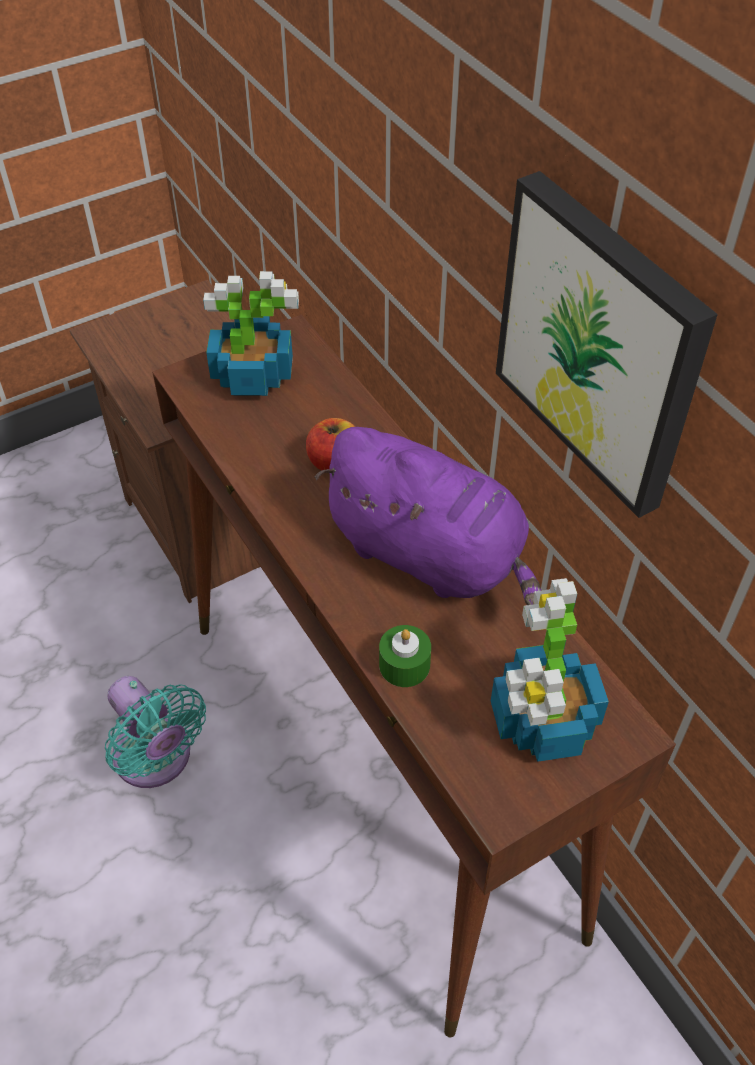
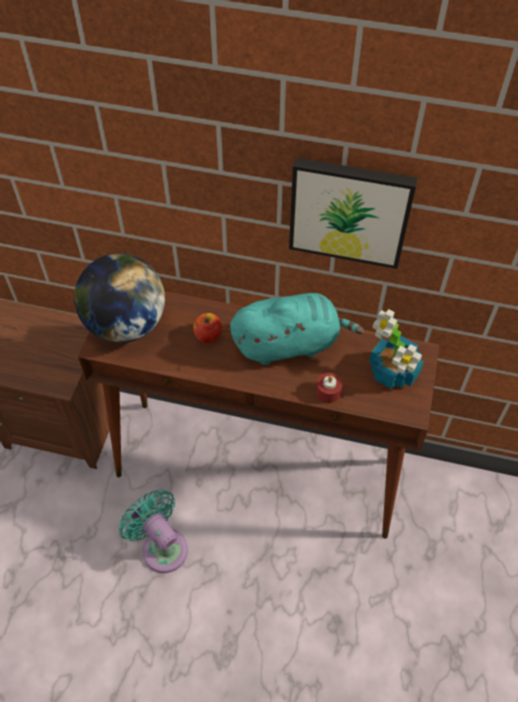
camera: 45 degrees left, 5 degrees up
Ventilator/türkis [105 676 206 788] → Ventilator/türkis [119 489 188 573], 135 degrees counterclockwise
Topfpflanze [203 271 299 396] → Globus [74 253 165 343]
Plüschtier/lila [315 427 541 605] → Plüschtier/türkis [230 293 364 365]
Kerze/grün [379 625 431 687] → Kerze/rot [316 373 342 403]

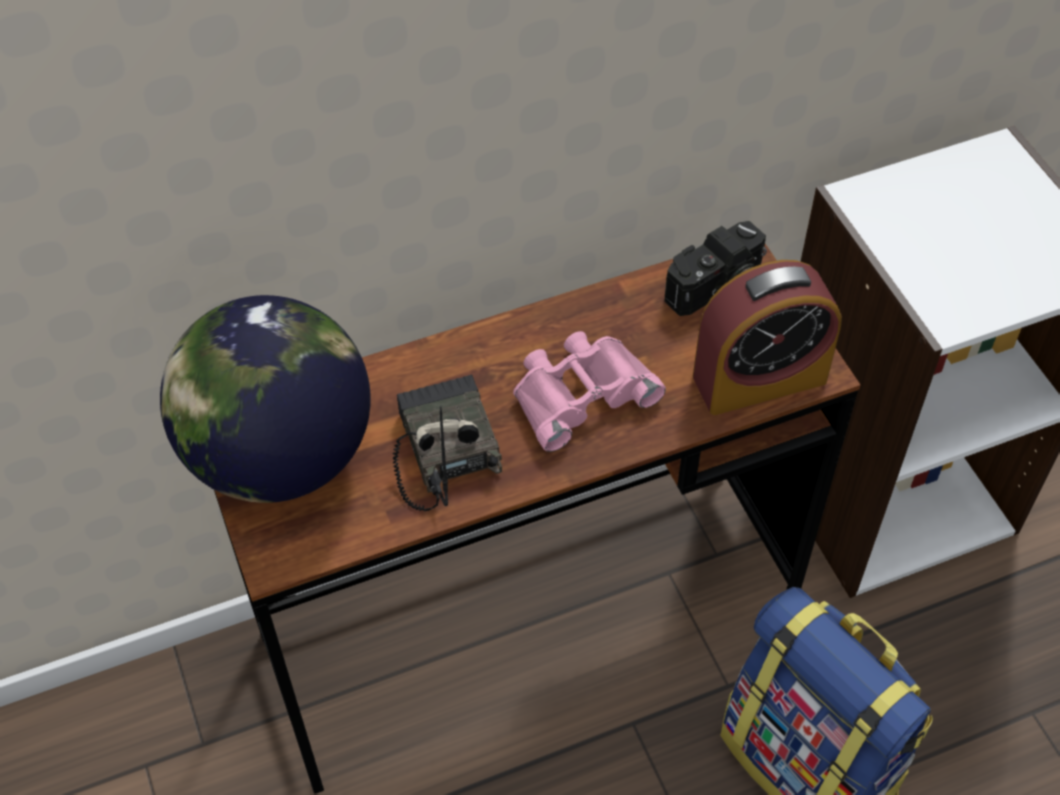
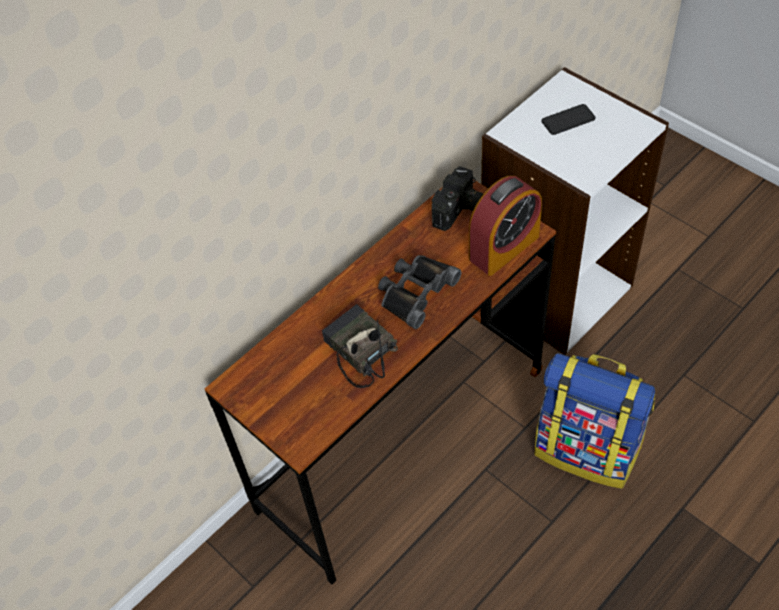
camera: 20 degrees left, 0 degrees up
Globus [160 295 371 503] → -
Fernglas/rosa [513 331 666 452] → Fernglas/schwarz [378 255 461 329]
- → Handy [542 104 595 135]

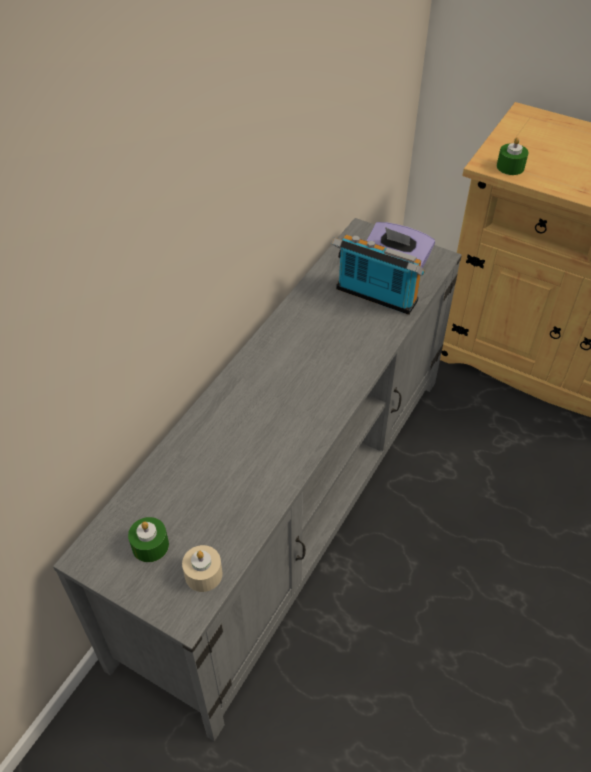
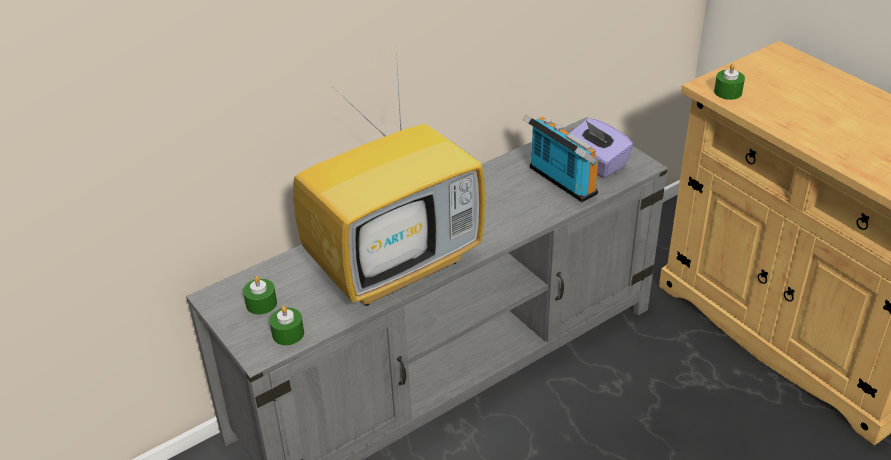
camera: 25 degrees right, 10 degrees down
Kerze/beige [182 545 223 592] → Kerze/grün [270 305 304 345]
- → Fernseher [293 50 485 306]

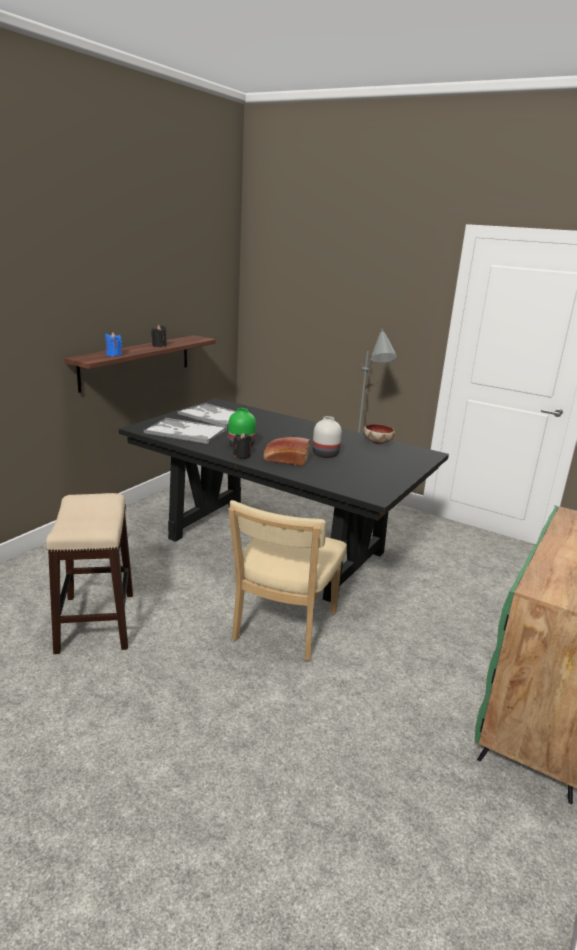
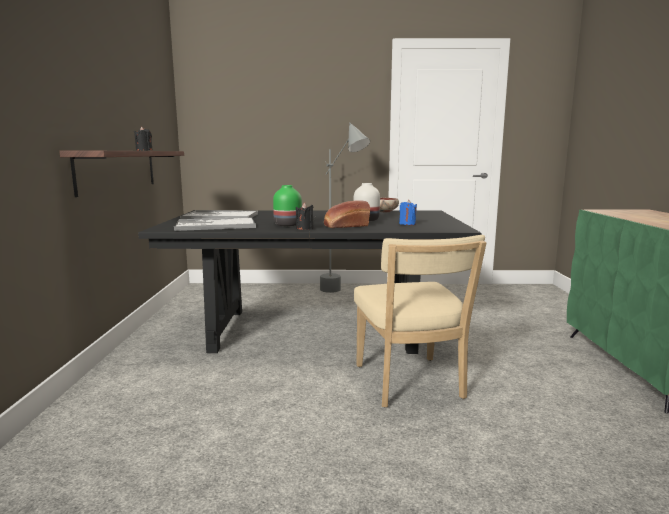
camera: 30 degrees left, 10 degrees down
Hocker [46 493 133 654] → -
Kerze/blau [105 332 122 357] → Kerze/blau [399 200 417 225], relocated

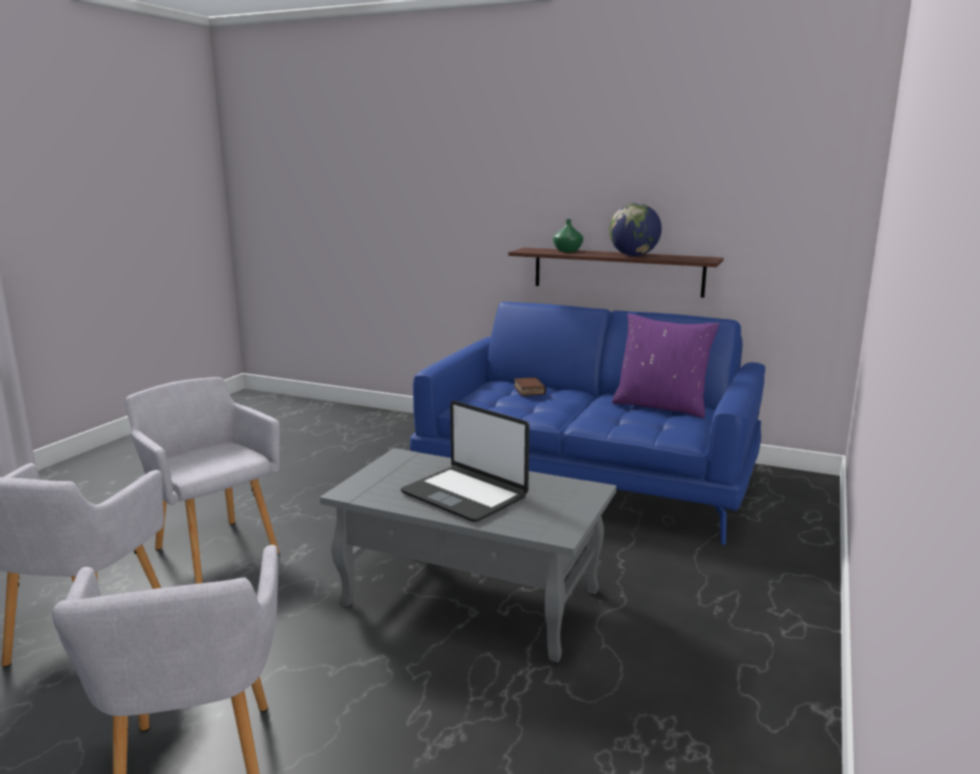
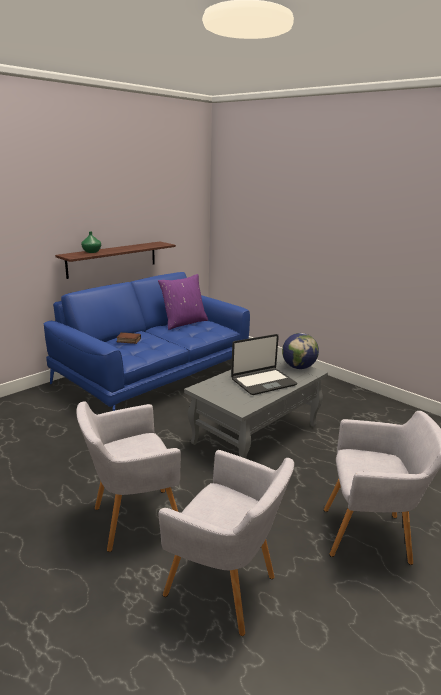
camera: 70 degrees left, 5 degrees up
Globus [609 203 662 256] → Globus [282 333 319 369], relocated

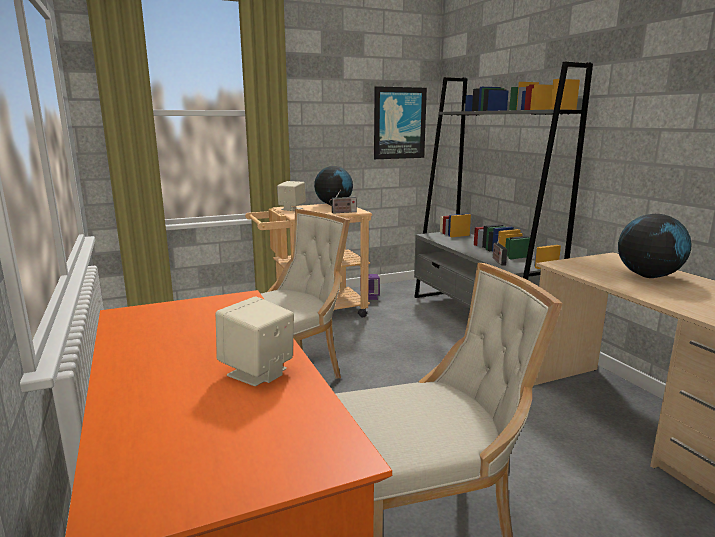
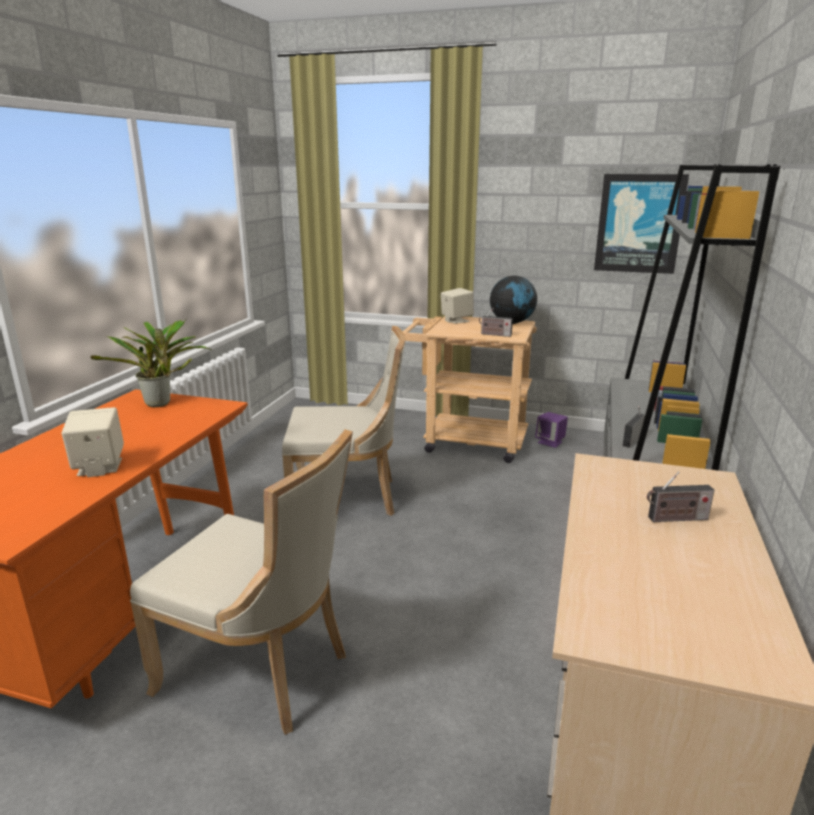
camera: 40 degrees right, 5 degrees up
Globus [618 214 692 278] → Radio [647 471 714 522]
- → Topfpflanze [90 319 211 407]

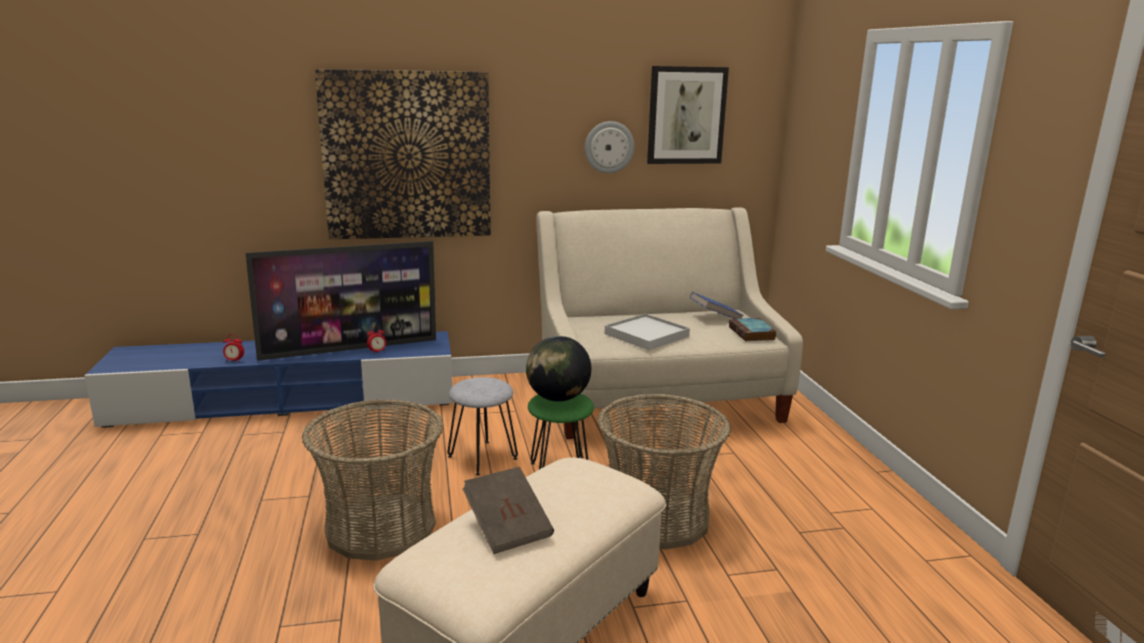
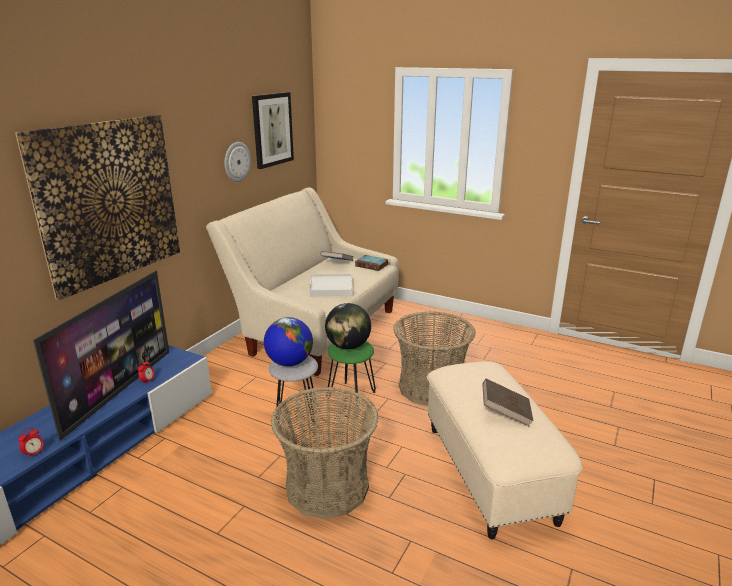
camera: 50 degrees left, 5 degrees up
- → Globus [264 317 313 366]

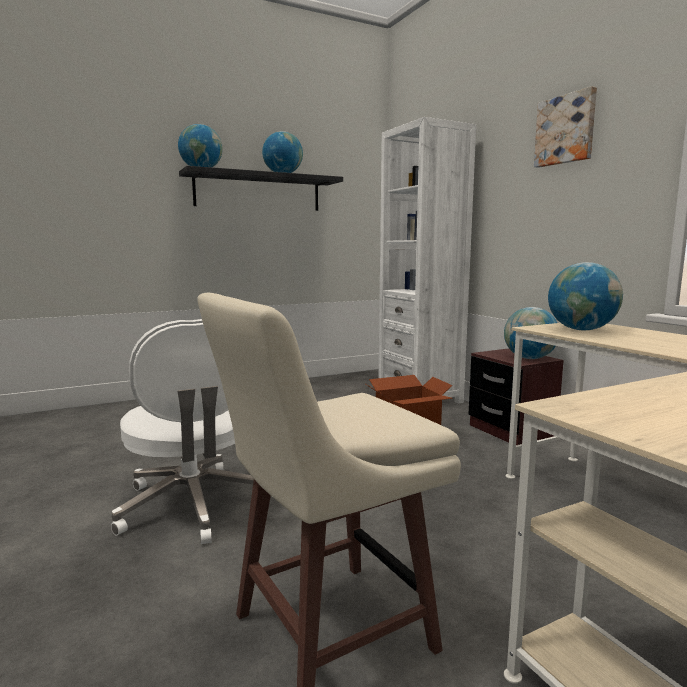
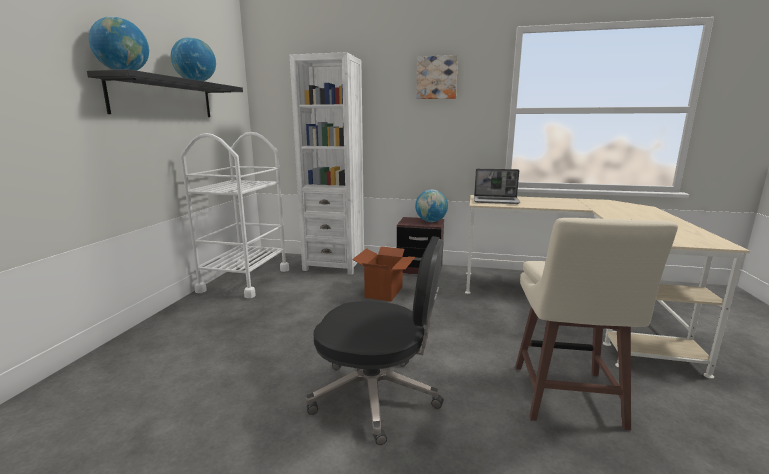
camera: 50 degrees left, 5 degrees up
Bürostuhl/weiß [111 319 254 544] → Bürostuhl/schwarz [306 236 444 445]
Globus [548 262 623 330] → Laptop [474 169 520 204]
- → Rollwagen/weiß [181 132 289 298]

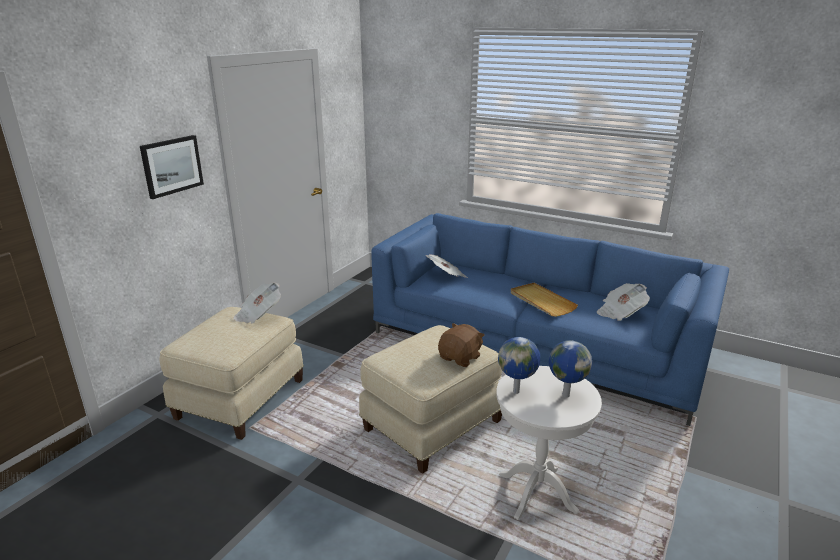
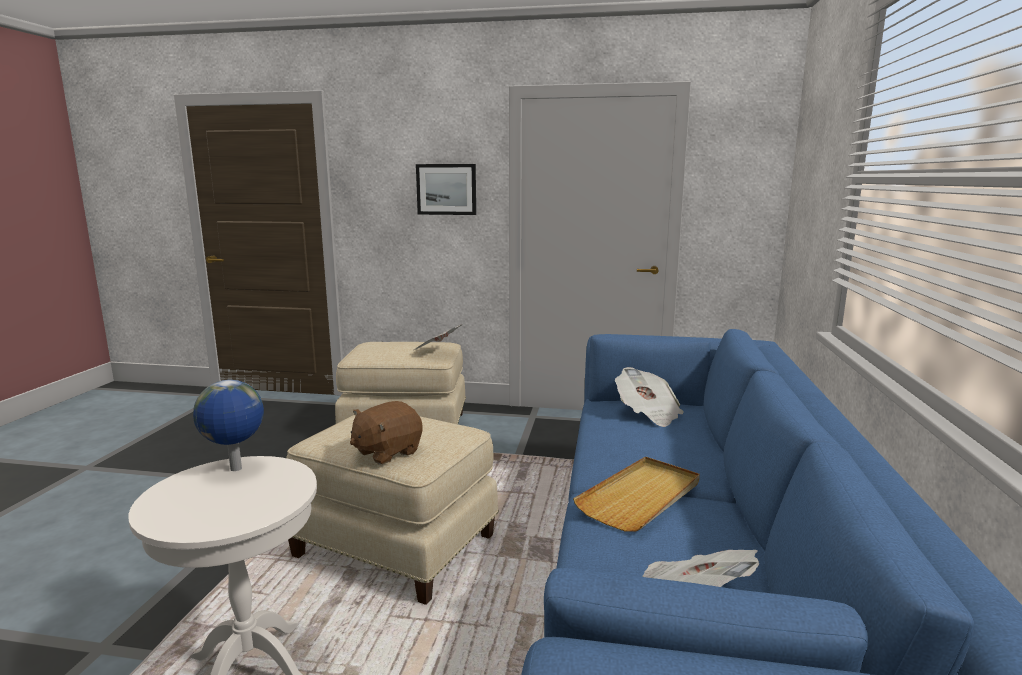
camera: 70 degrees right, 10 degrees down
Plüschtier/braun [438 323 485 367] → Plüschtier/braun [350 401 422 464], 120 degrees clockwise
Globus [549 340 592 398] → -

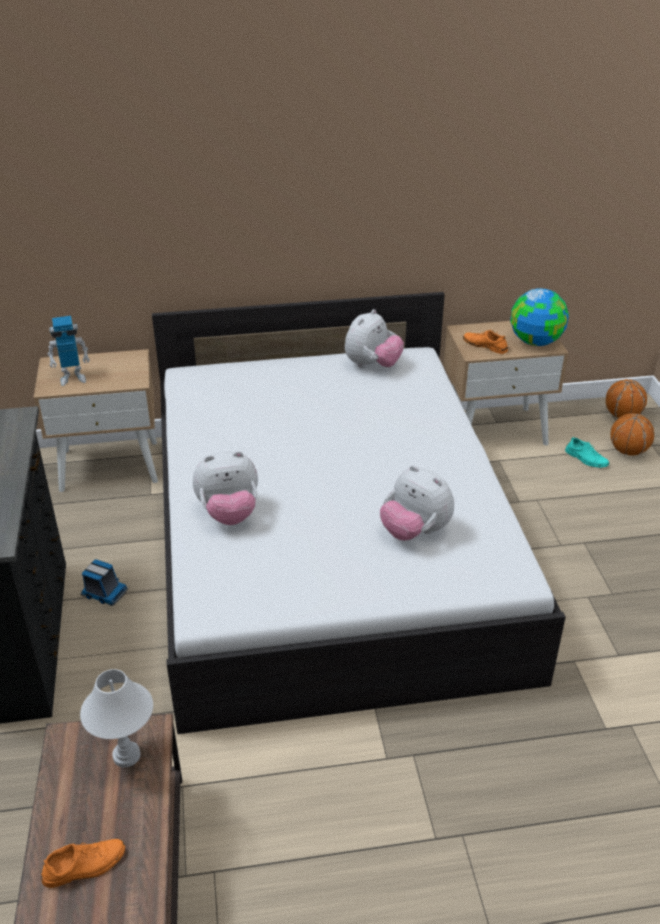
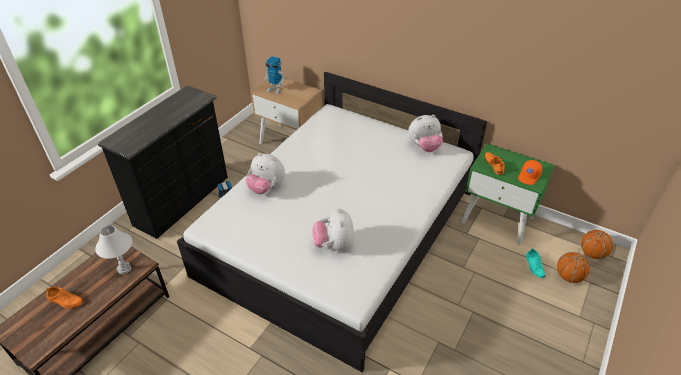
camera: 40 degrees right, 5 degrees up
Nachttisch/beige [443 321 568 446] → Nachttisch/grün [462 143 555 245]
Globus [510 289 569 346] → Kappe/orange [518 160 542 185]

